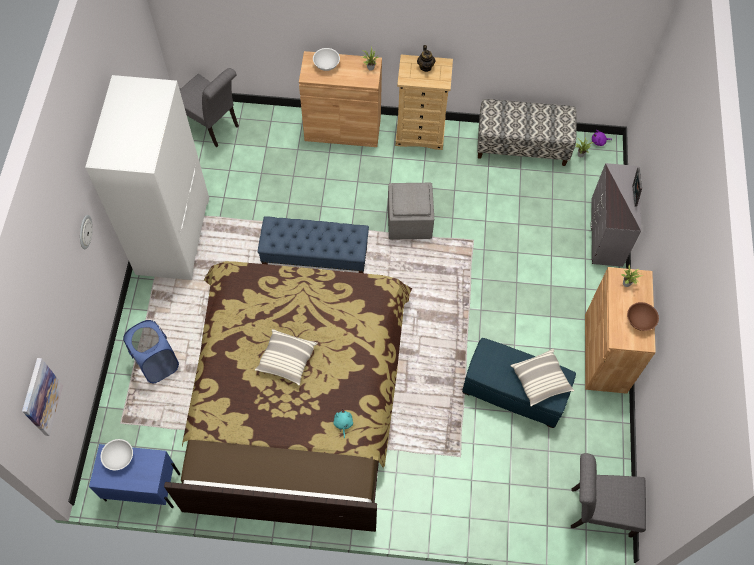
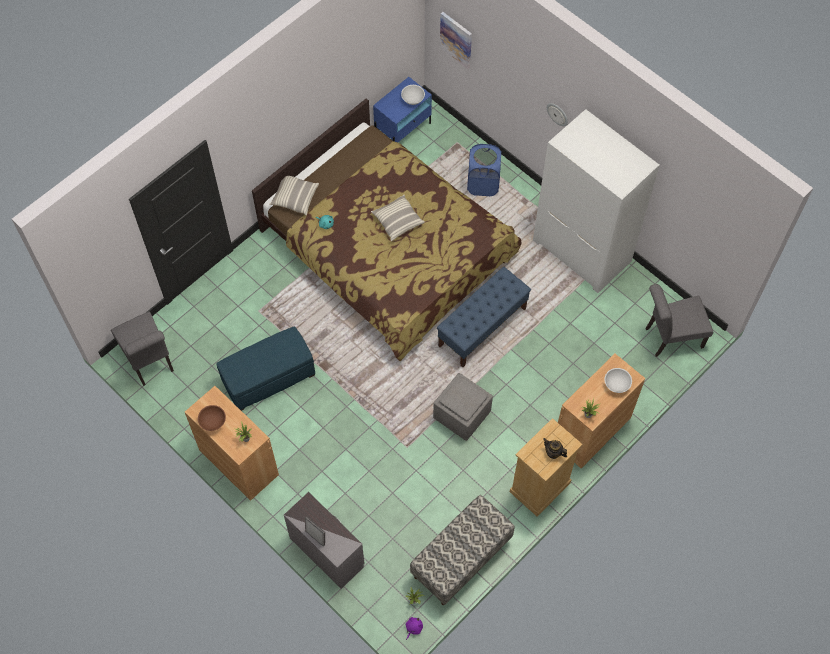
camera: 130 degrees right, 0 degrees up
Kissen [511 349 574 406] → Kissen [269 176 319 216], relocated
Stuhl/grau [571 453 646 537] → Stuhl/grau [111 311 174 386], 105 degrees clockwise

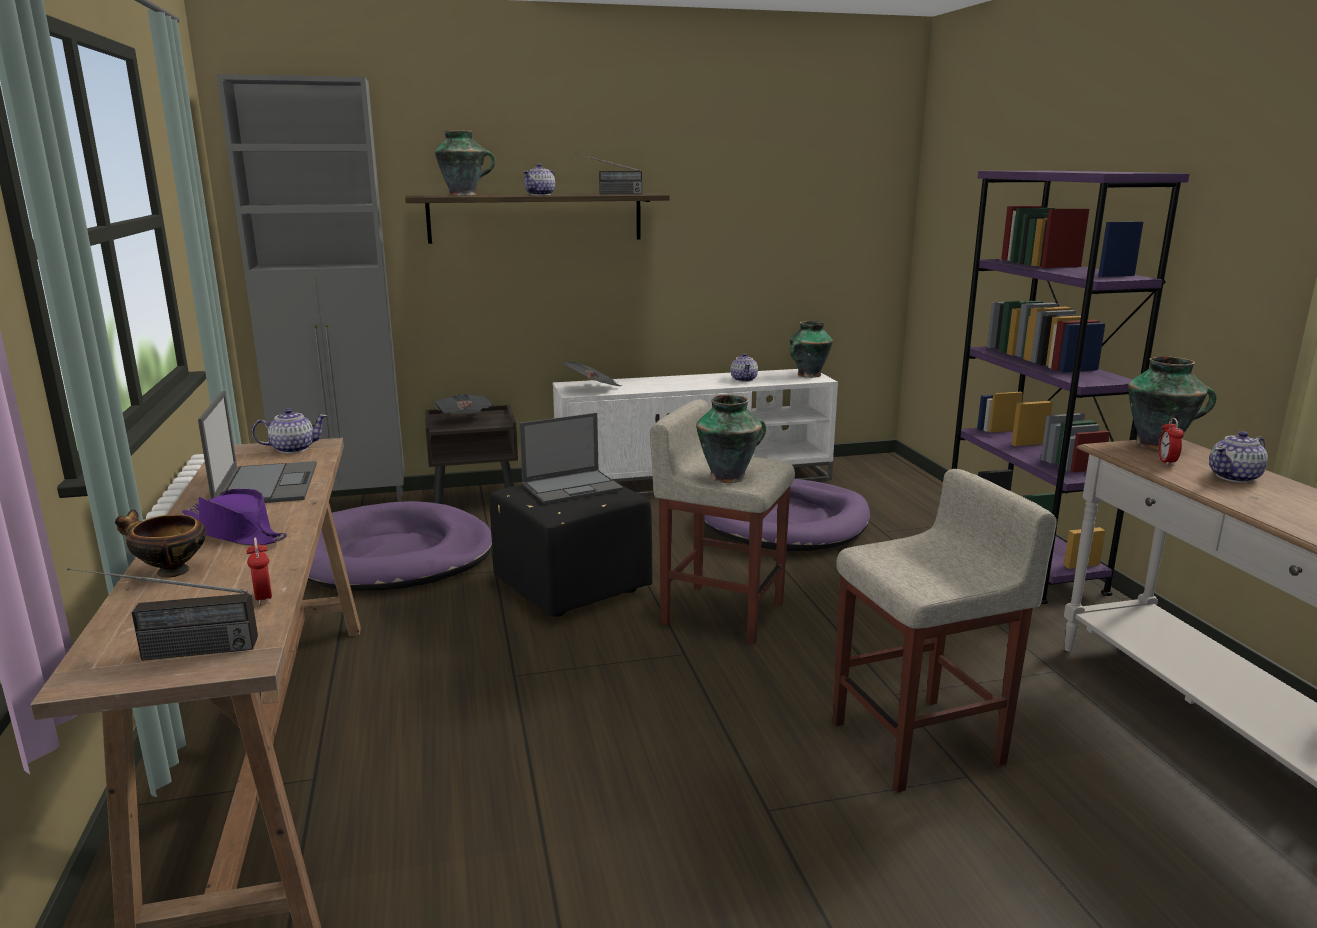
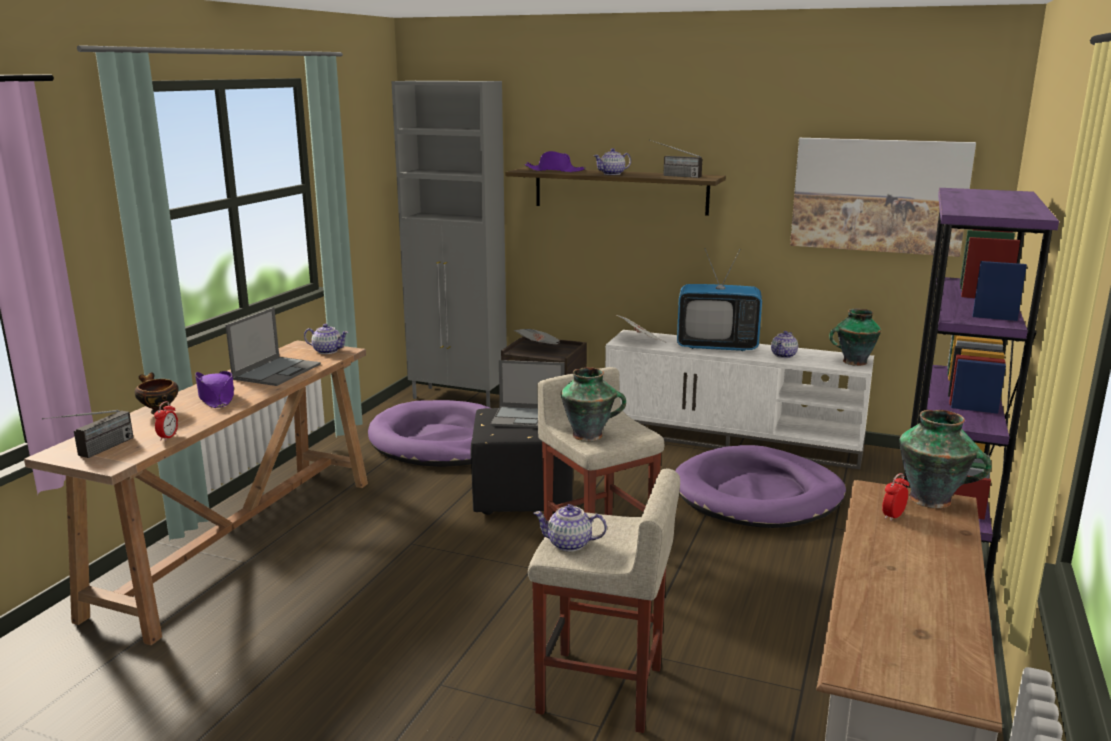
camera: 35 degrees right, 0 degrees up
Radio [67 568 258 661] → Radio [42 410 134 458], 90 degrees counterclockwise
Vase [435 131 496 196] → Hut/lila [525 151 586 172]
Teekanne [1209 431 1268 483] → Teekanne [533 504 607 552], relocated
- → Fernseher [677 248 762 351]
- → Bild [790 138 976 257]

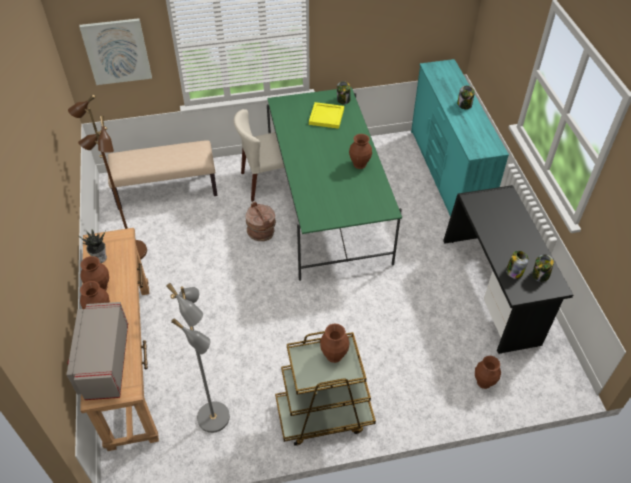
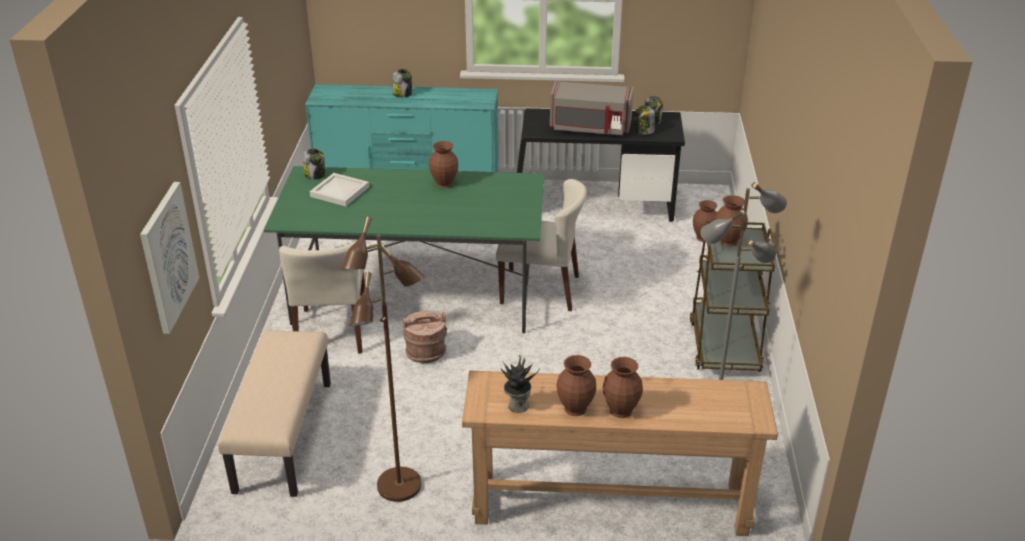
camera: 75 degrees left, 15 degrees down
Mikrowelle/grau [66 302 128 400] → Mikrowelle/grau [550 81 634 135], relocated
Tablett/gelb [309 102 344 129] → Tablett/weiß [310 173 369 206]
- → Stuhl/beige [496 179 587 311]

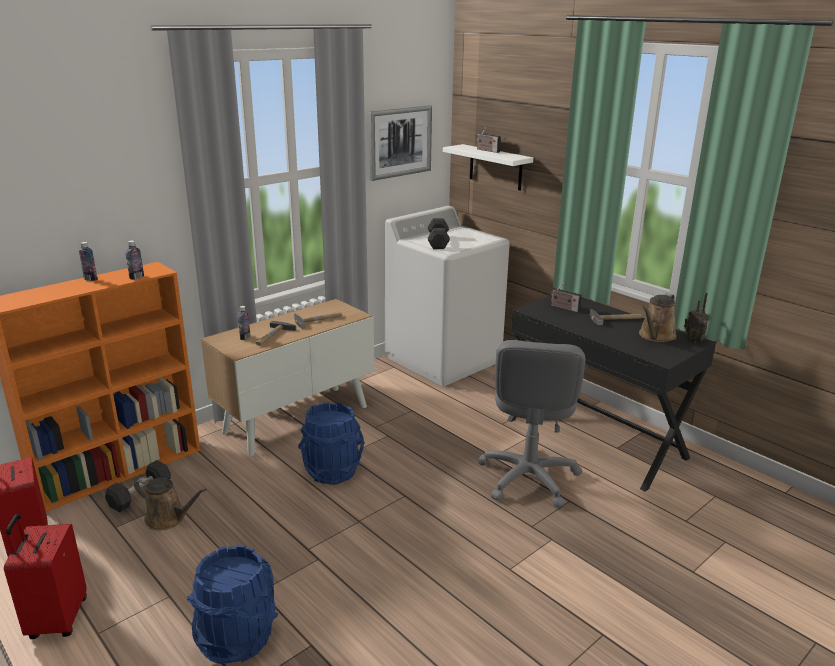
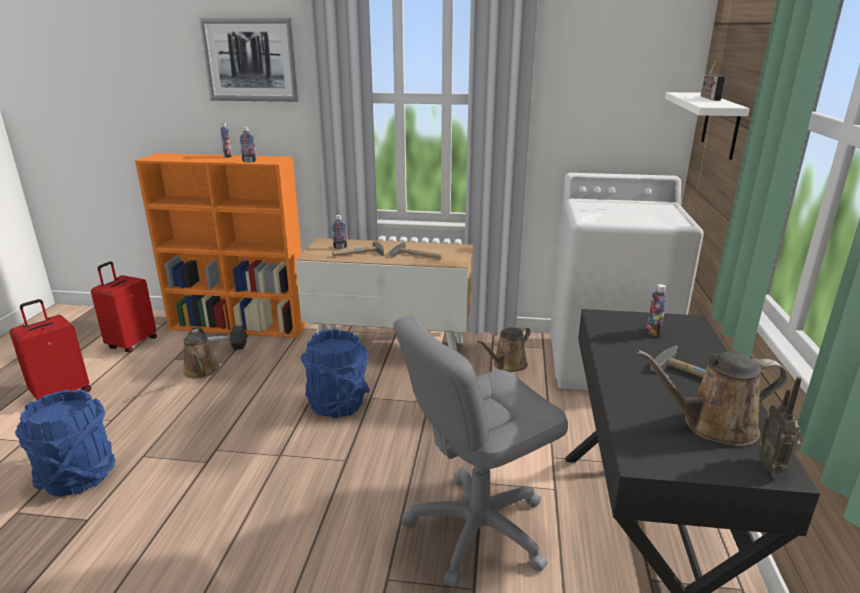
camera: 50 degrees right, 0 degrees up
Bild [369 105 432 181] → Bild [198 18 299 102], relocated
Hantel/grau [428 218 450 249] → -
Radio [550 282 582 313] → Flasche [647 284 667 337]
- → Gießkanne/braun [477 326 530 372]

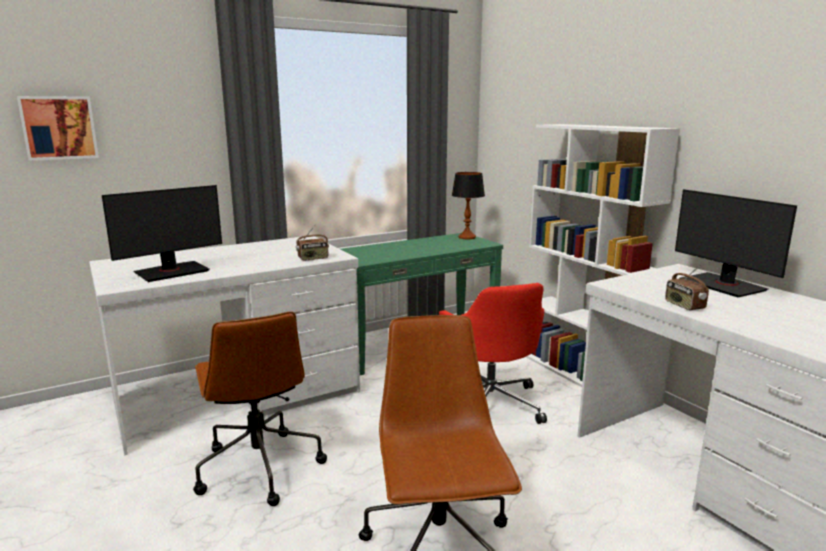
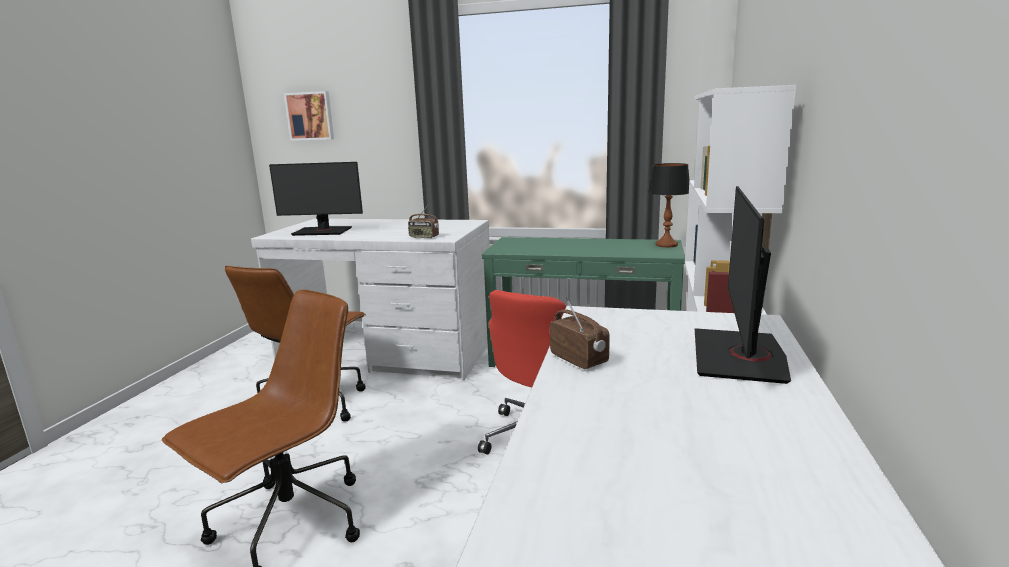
camera: 45 degrees right, 0 degrees up
Radio [665 264 709 311] → Radio [550 294 610 369], 120 degrees clockwise

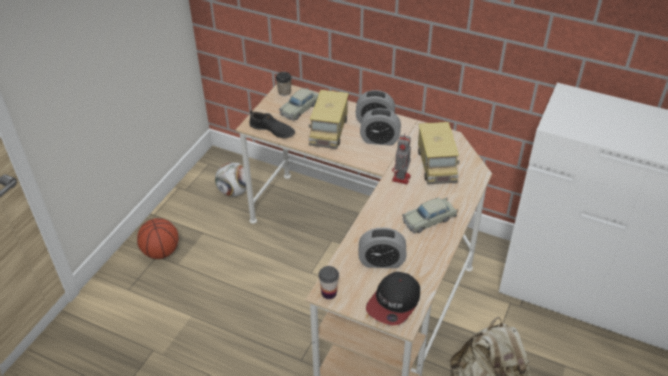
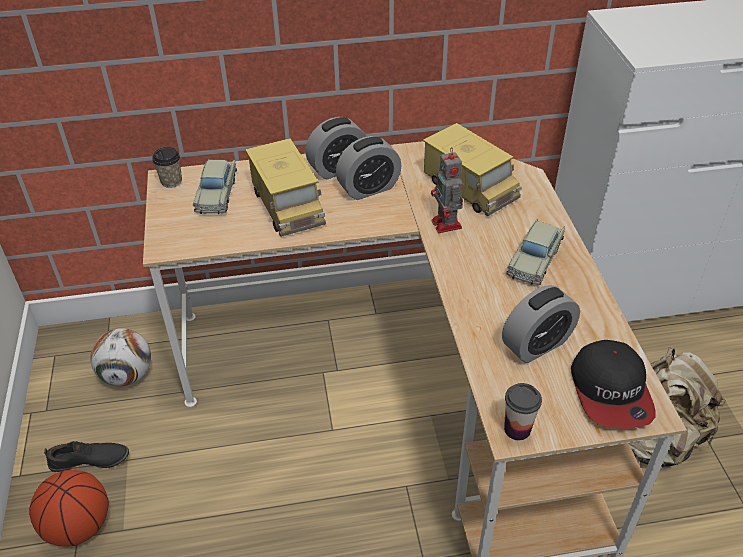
camera: 35 degrees left, 0 degrees up
Schuh/schwarz [249 110 295 138] → Schuh/schwarz [44 441 129 472], relocated

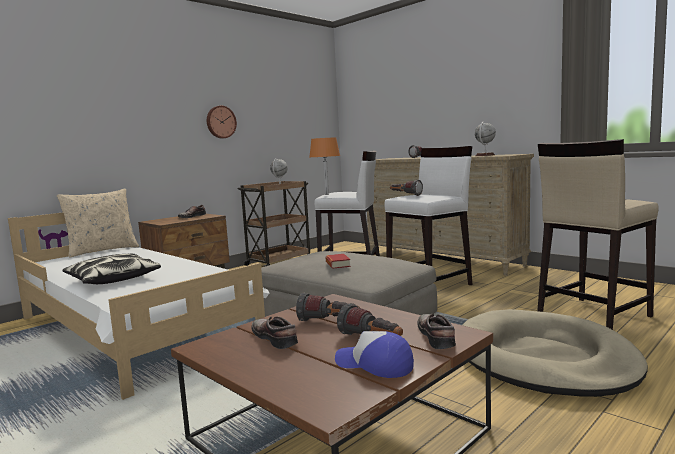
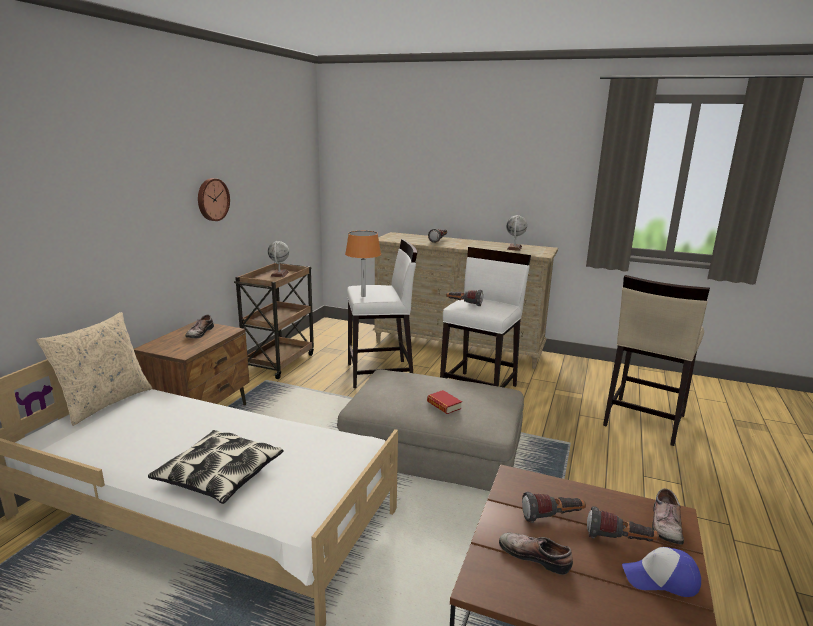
camera: 25 degrees left, 10 degrees up
Schuh [417 314 456 349] → Schuh [652 488 684 545], 135 degrees counterclockwise
Hundebett/beige [462 309 648 397] → -

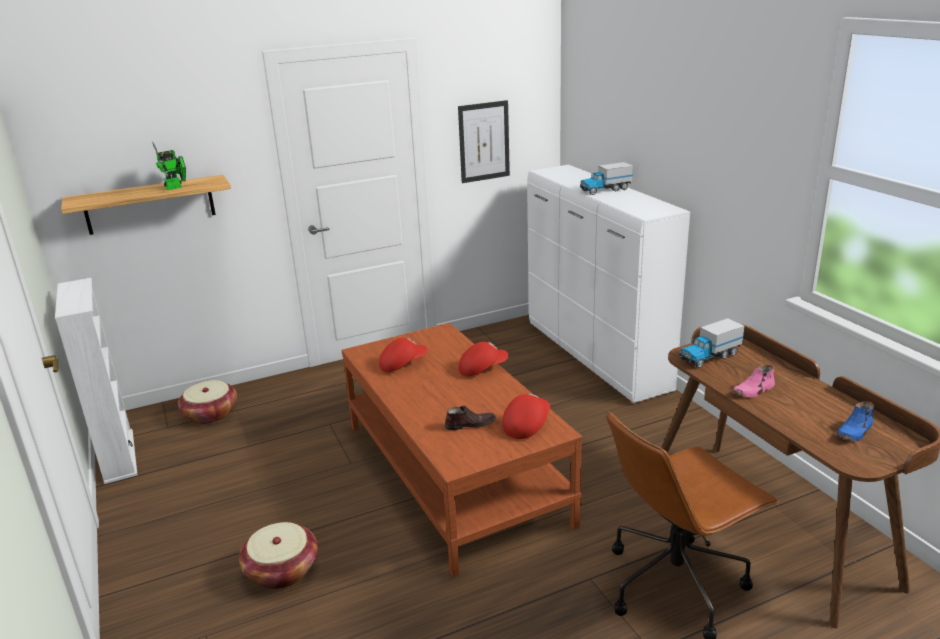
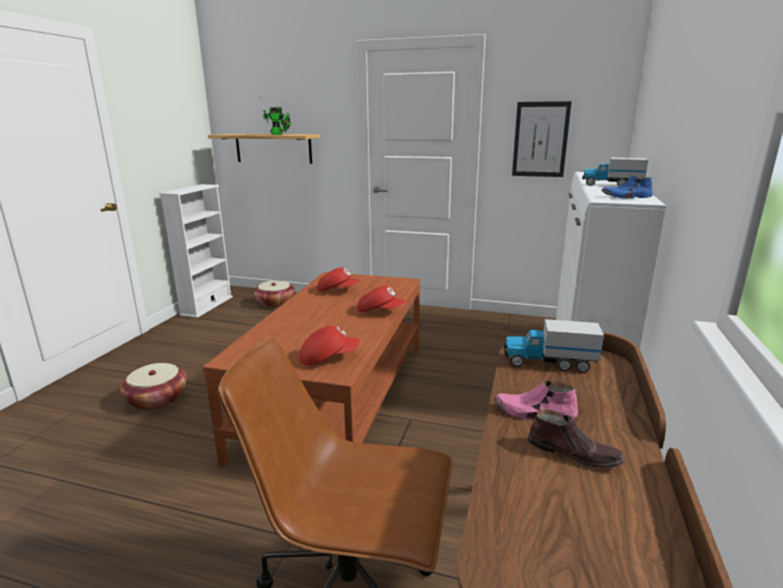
camera: 40 degrees right, 5 degrees down
Schuh/braun [445 406 496 430] → Schuh/braun [528 410 626 468], relocated
Schuh/blau [836 401 874 440] → Schuh/blau [601 175 653 199], relocated

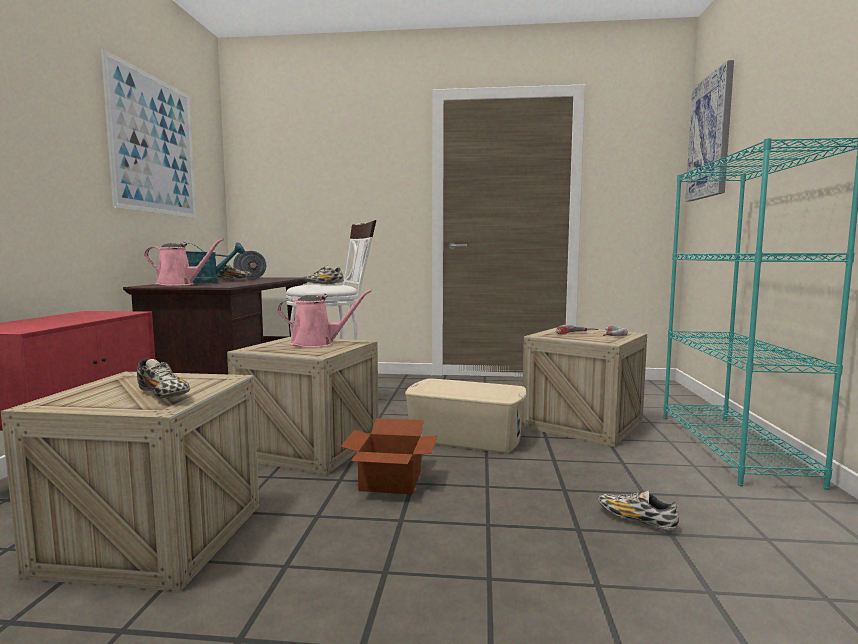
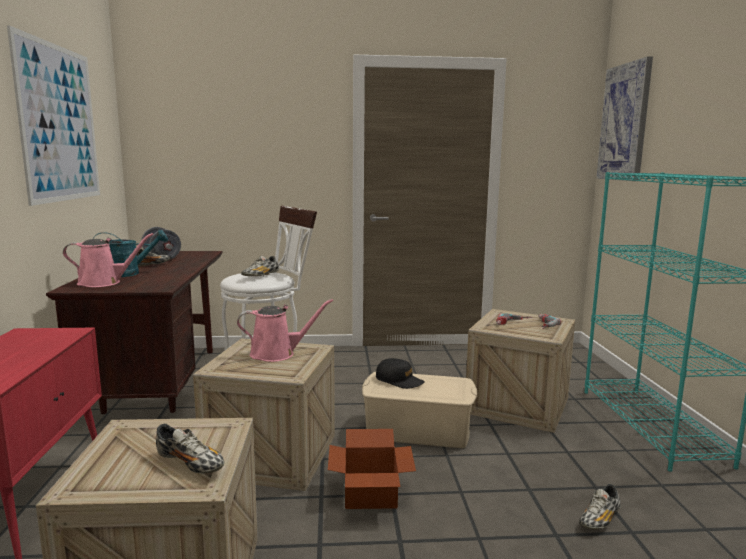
camera: 10 degrees left, 5 degrees up
Schuh [598 490 679 531] → Schuh [579 484 621 529], 75 degrees counterclockwise
- → Kappe/schwarz [376 358 425 389]

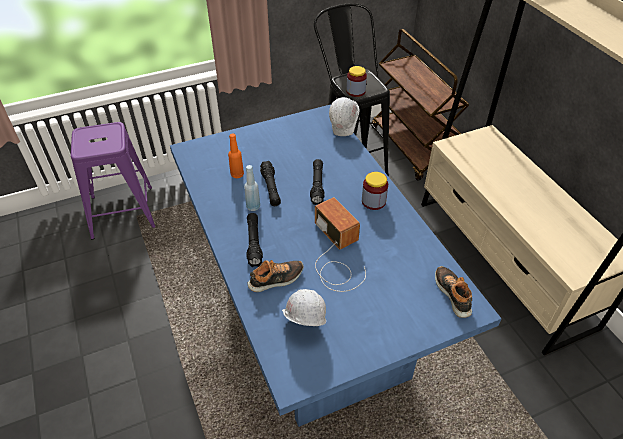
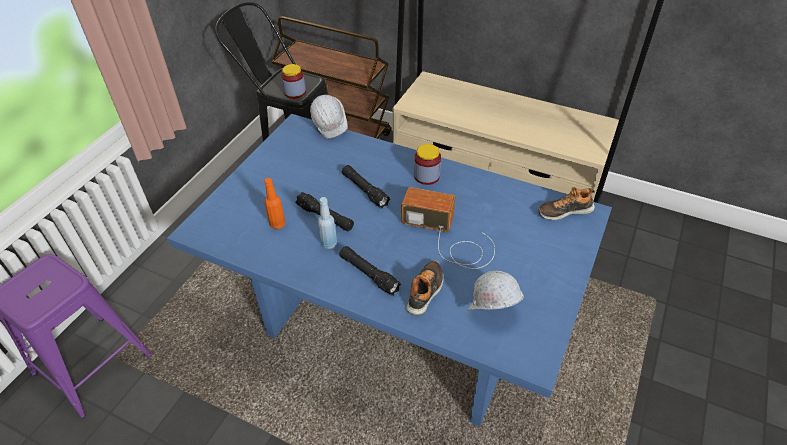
camera: 40 degrees left, 0 degrees up
Schuh [435 266 472 318] → Schuh [538 187 595 220], 45 degrees counterclockwise

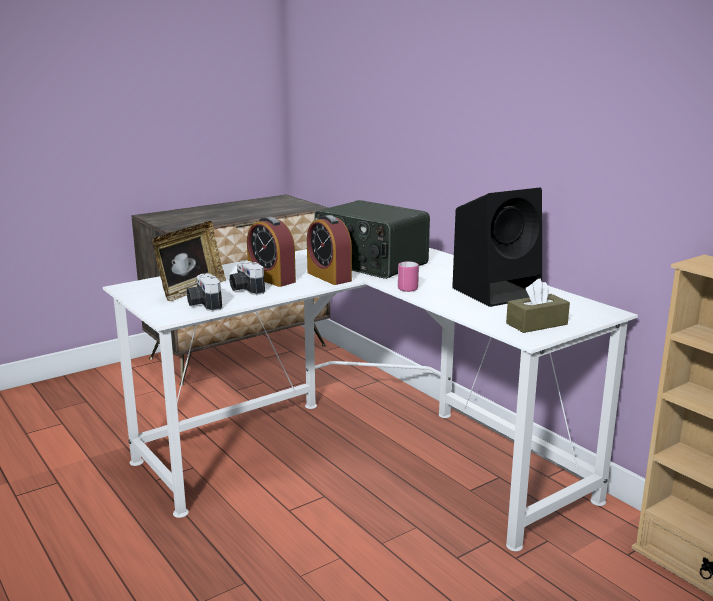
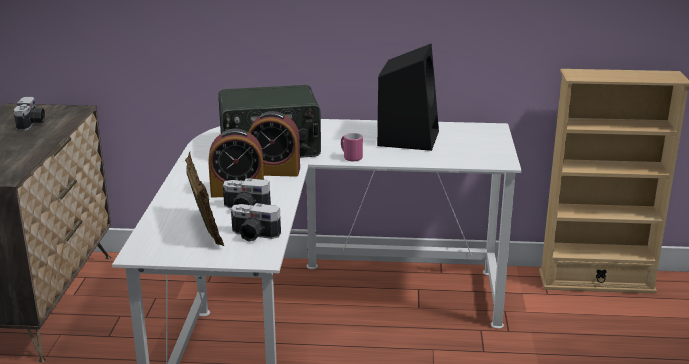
camera: 50 degrees left, 5 degrees up
Taschentuchbox/braun [506 279 570 333] → -
- → Kamera [14 97 45 131]

